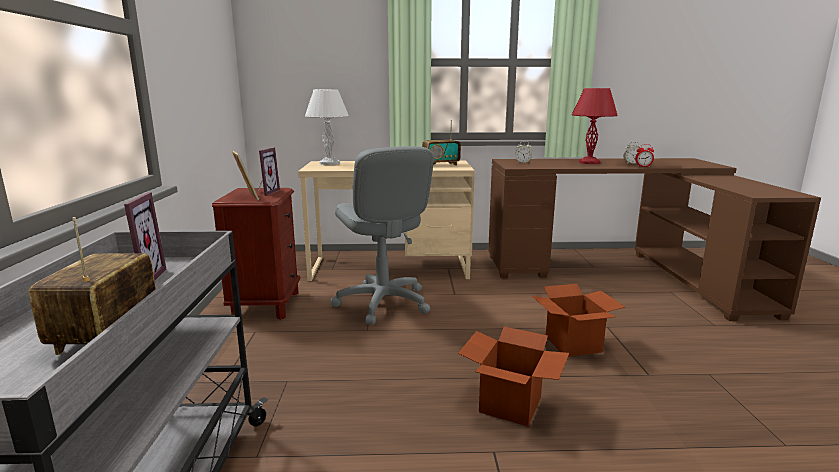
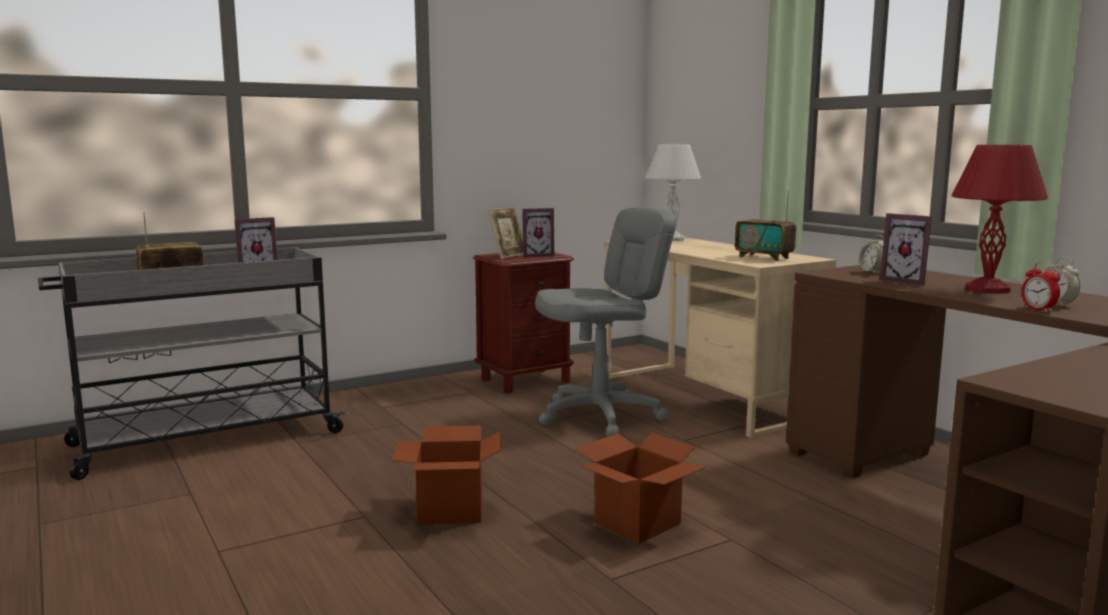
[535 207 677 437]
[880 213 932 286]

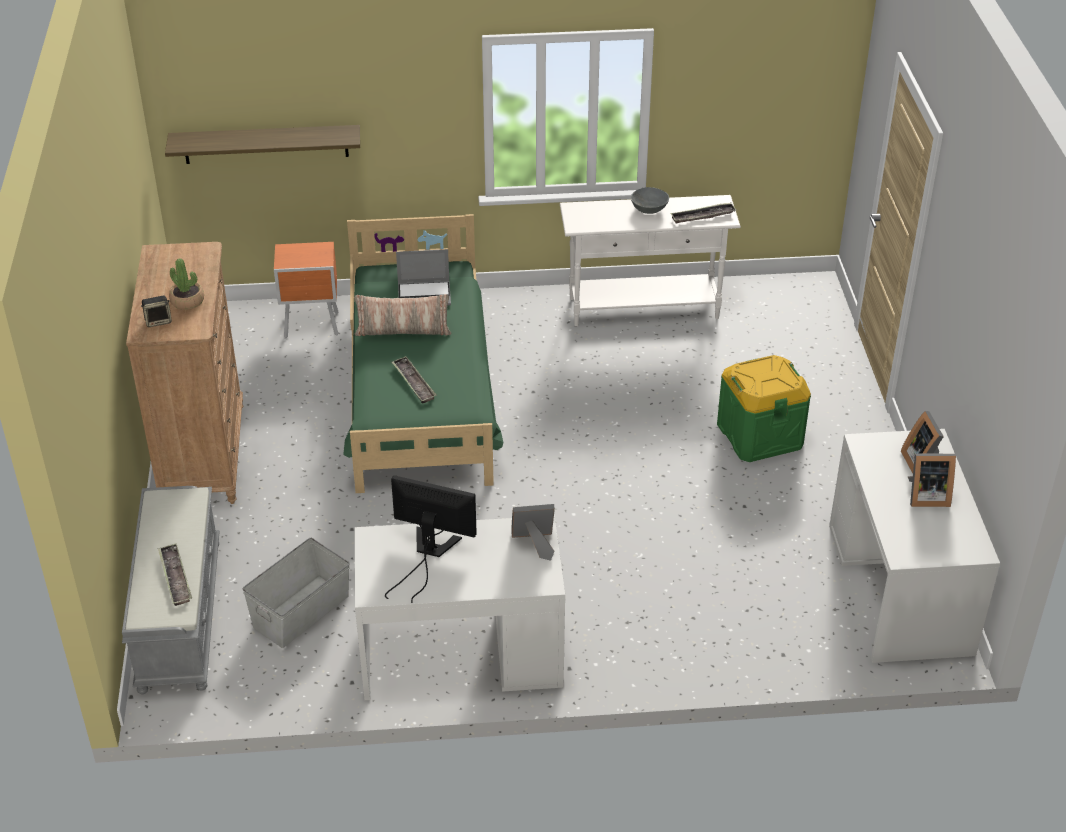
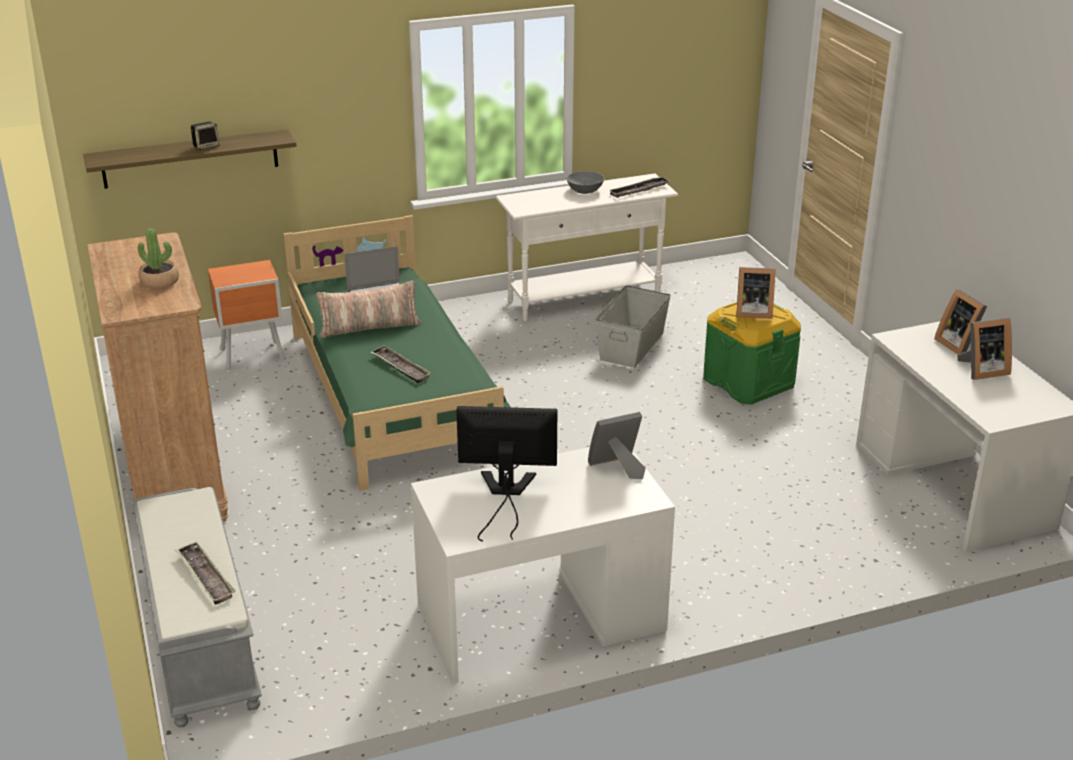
[191 121 220 150]
[595 285 671 368]
[736 267 776 319]

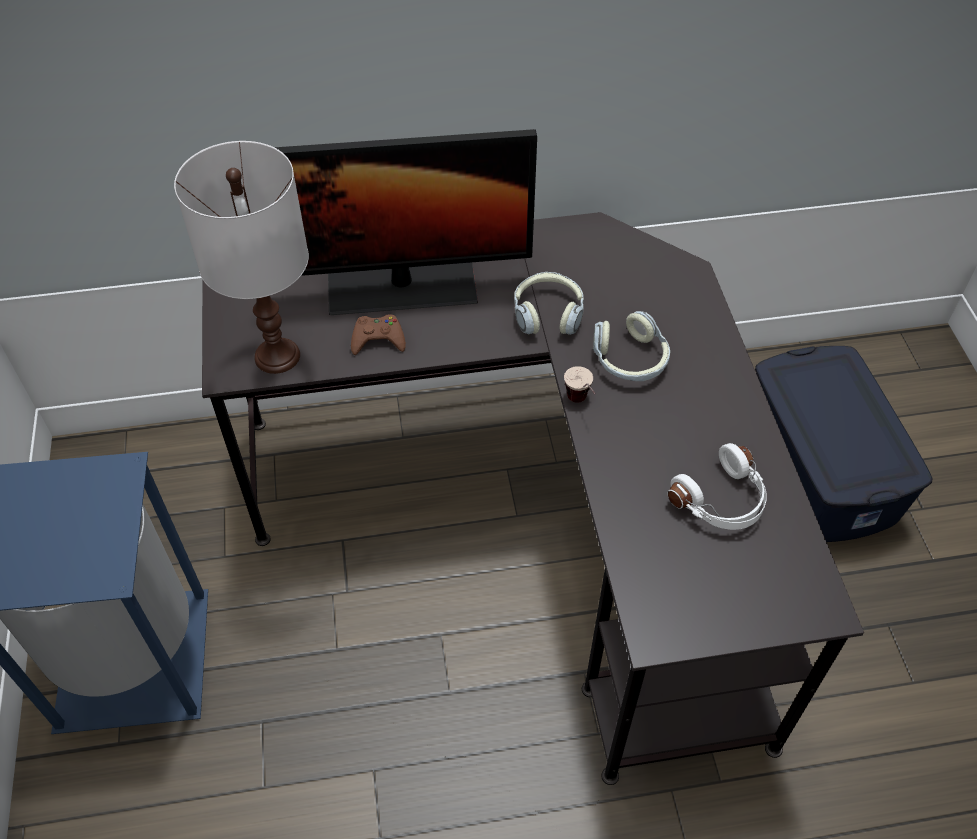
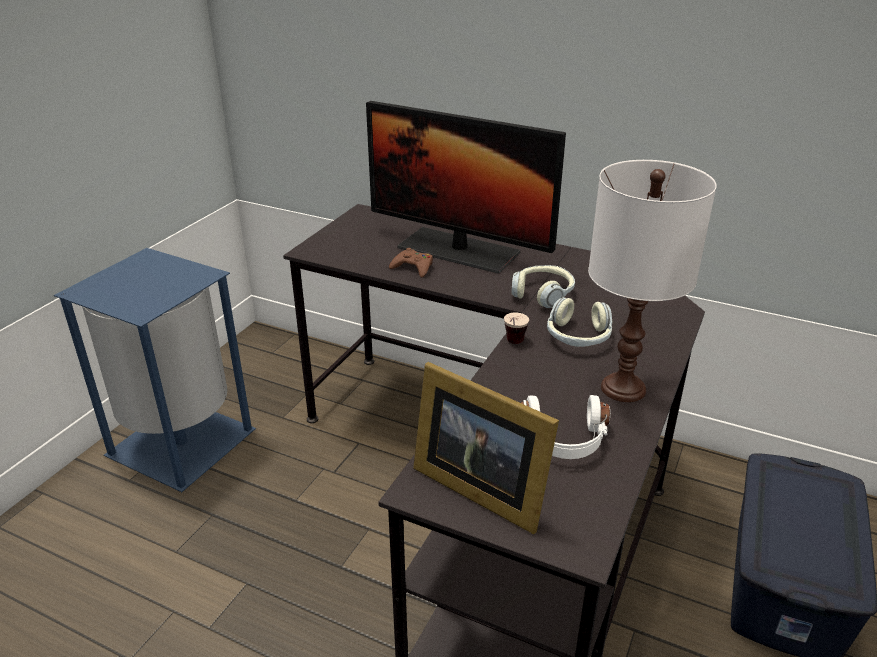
[588 160 717 402]
[413 362 559 534]

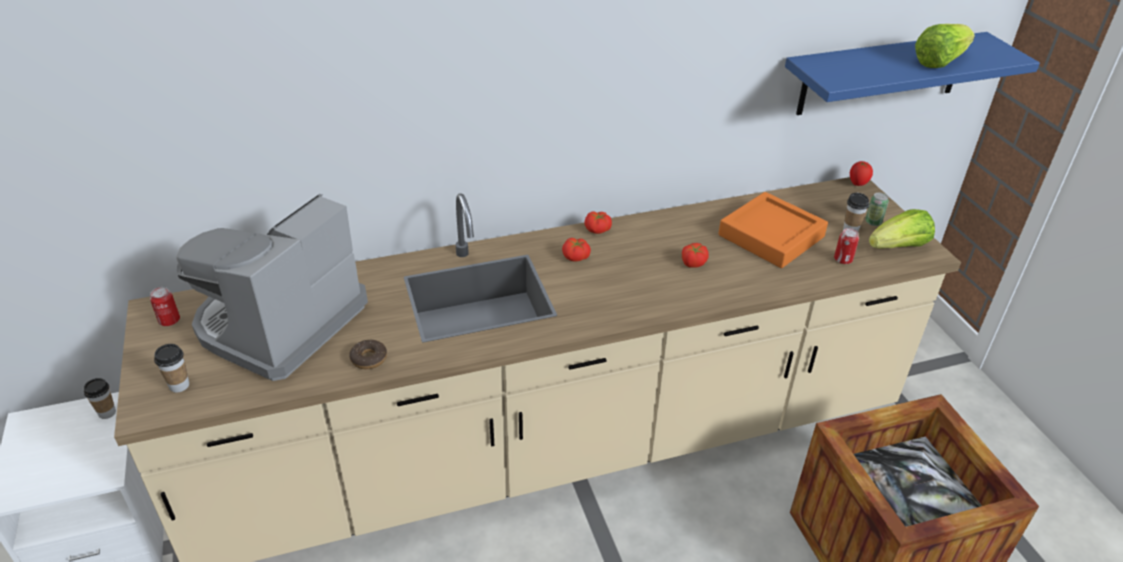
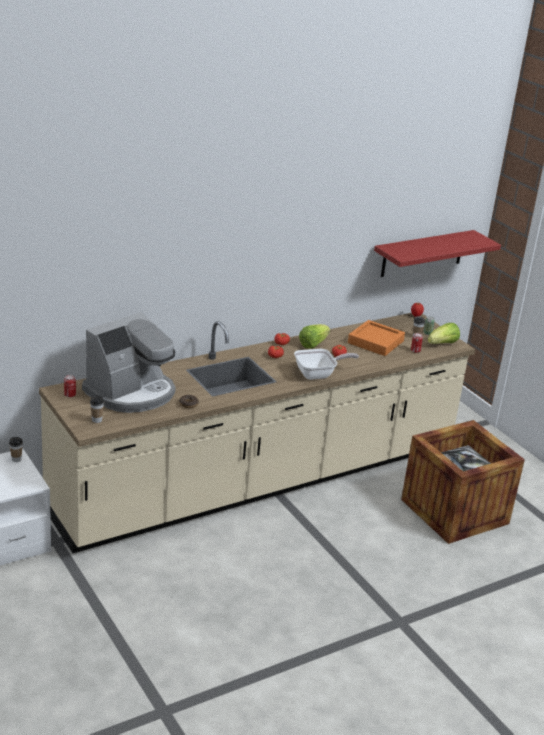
[299 324 330 349]
[374 230 501 277]
[82 312 176 413]
[294 349 359 380]

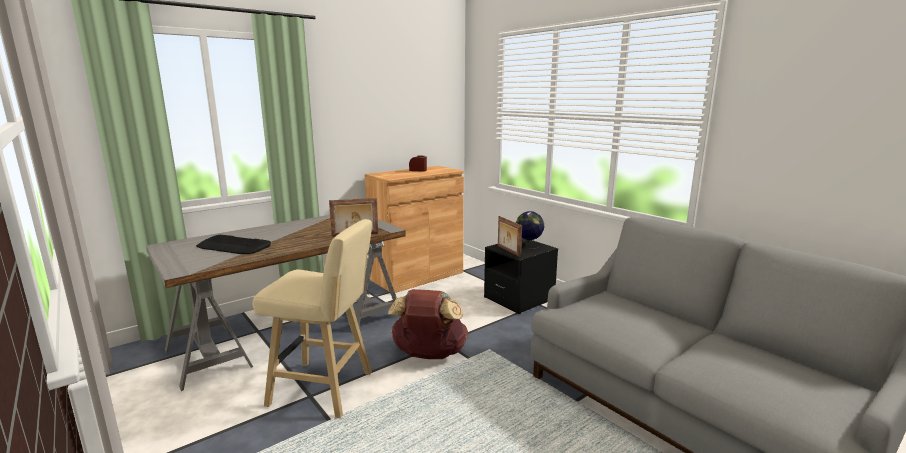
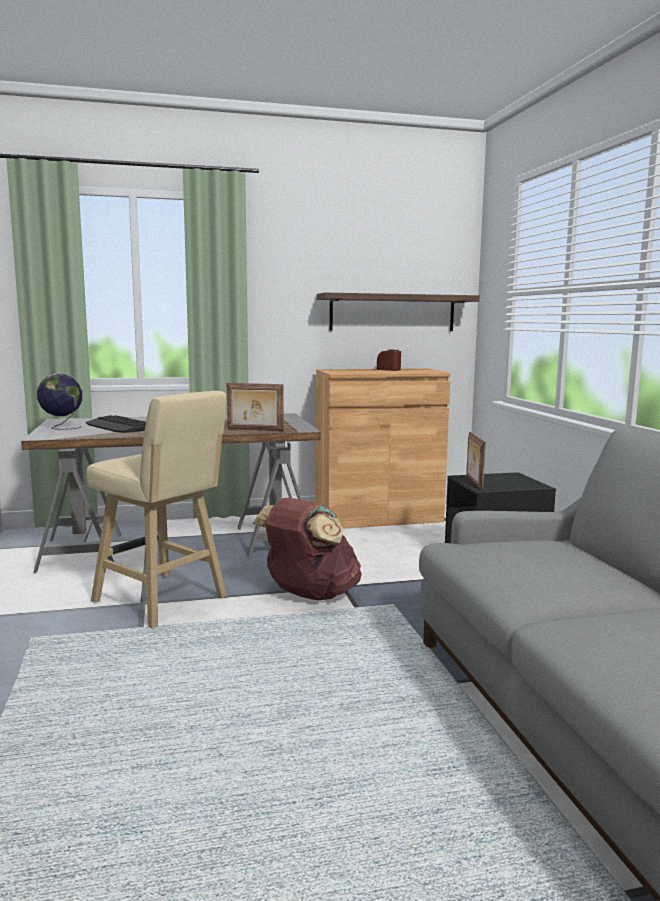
[37 374 82 430]
[317 293 480 331]

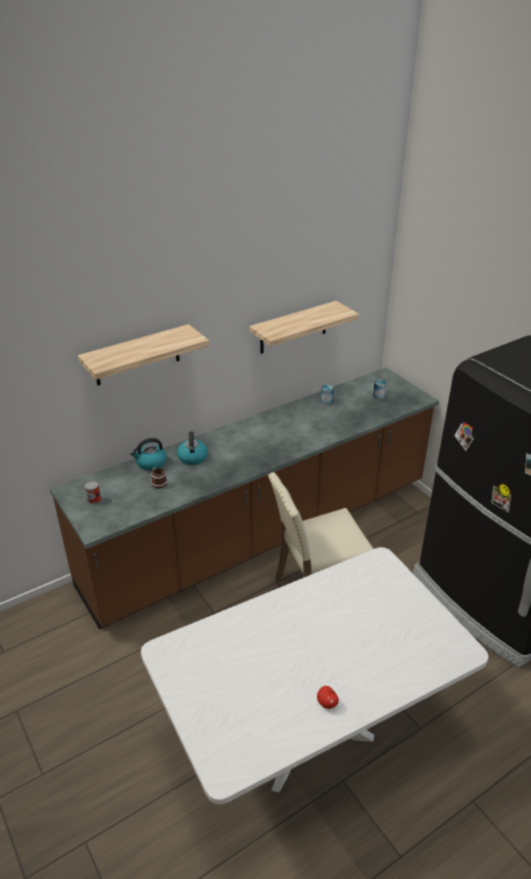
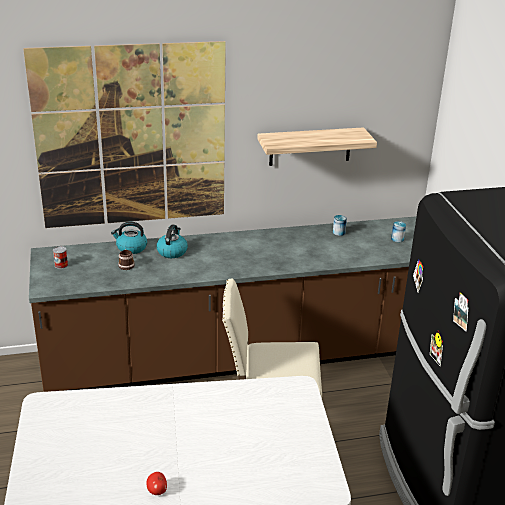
[23 41 226 228]

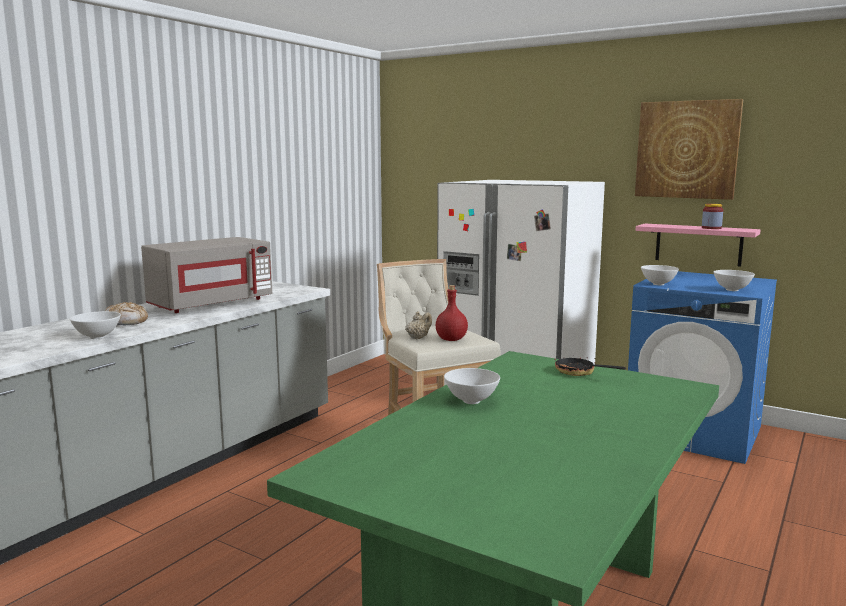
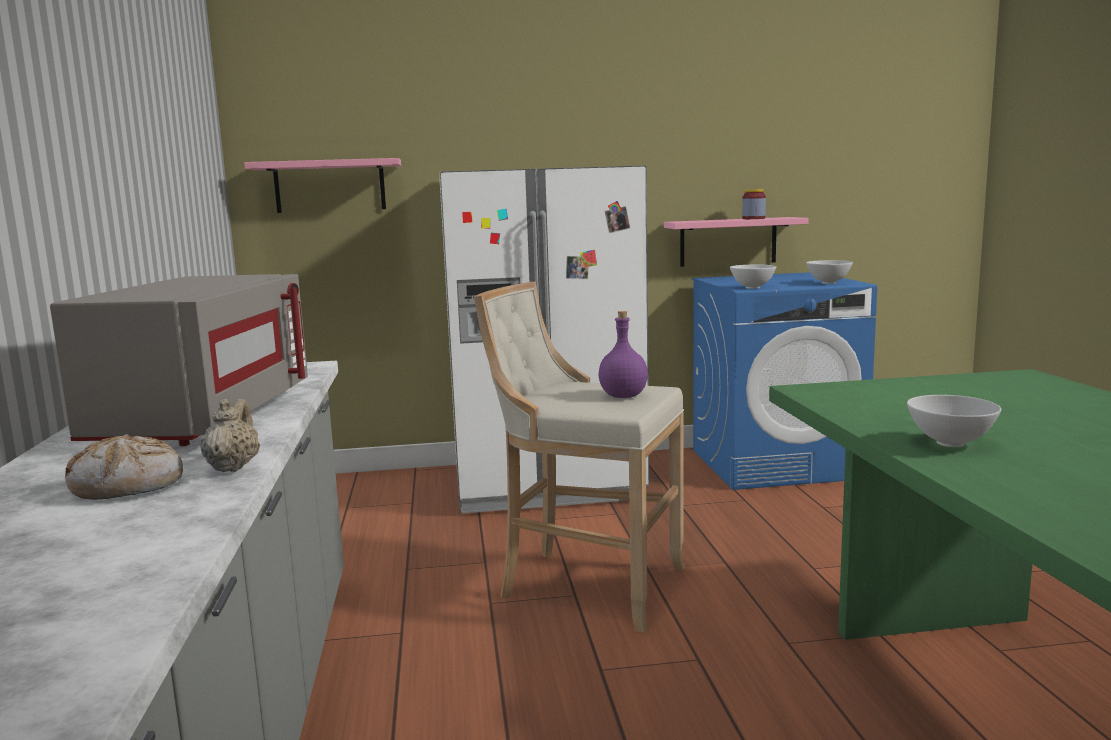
[635 99 743 200] (first image)
[599 311 648 398]
[70 311 121 339] (first image)
[200 399 260 472]
[554 352 626 376] (first image)
[244 158 401 213]

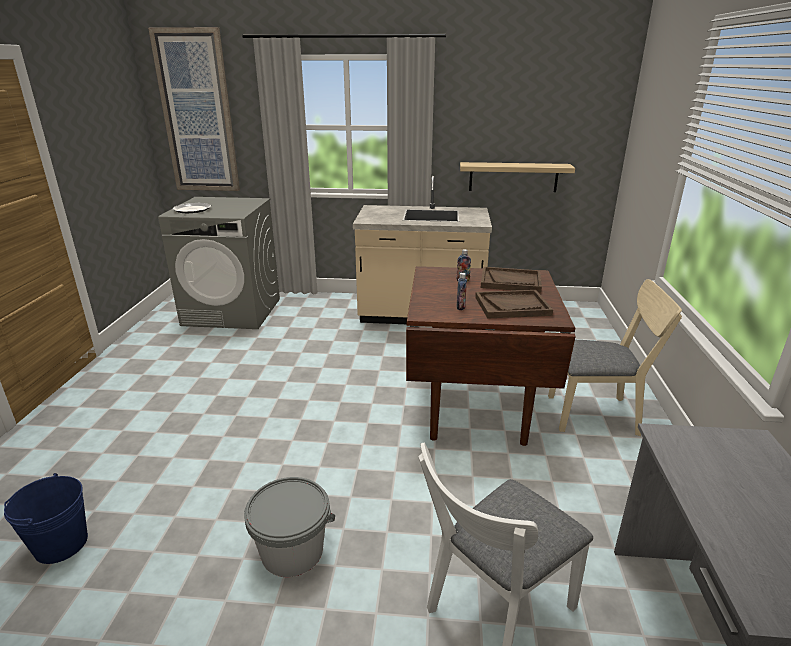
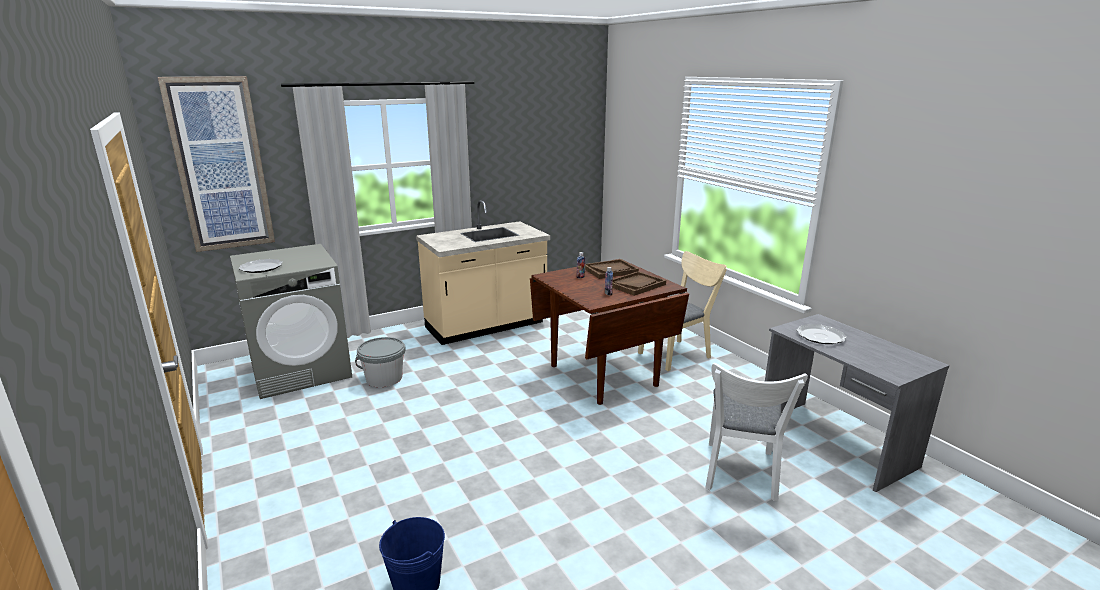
[460 162 575 192] (first image)
[355 337 406 387]
[796 324 847 344]

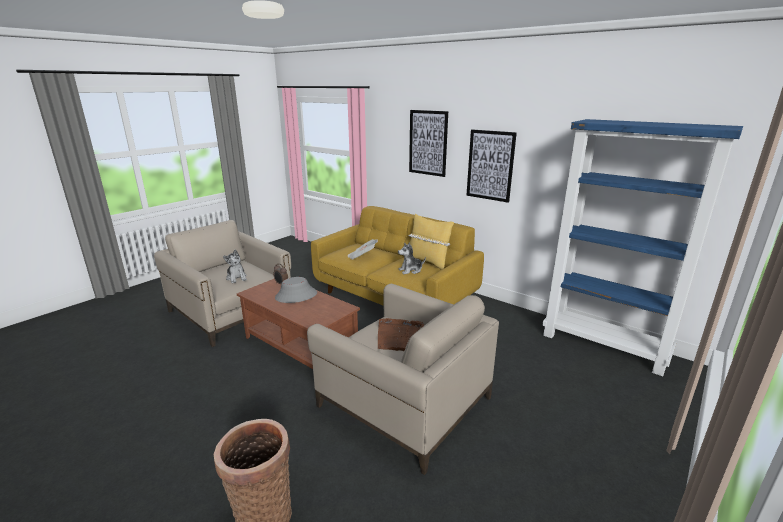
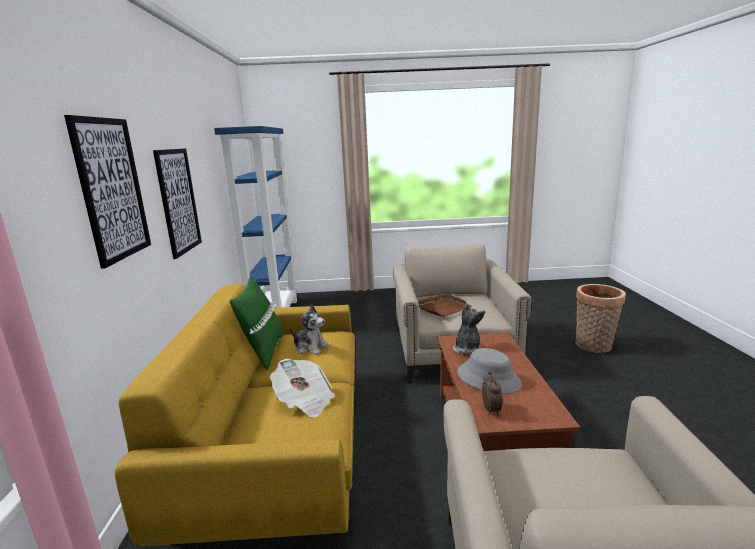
[230 276 284 370]
[453 303 485 354]

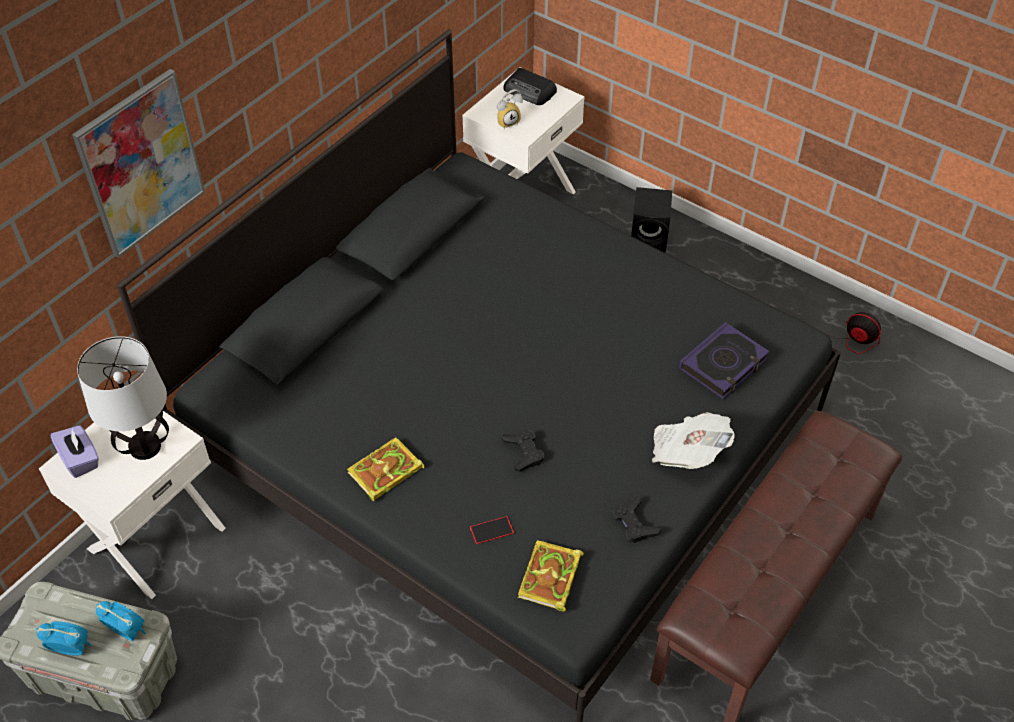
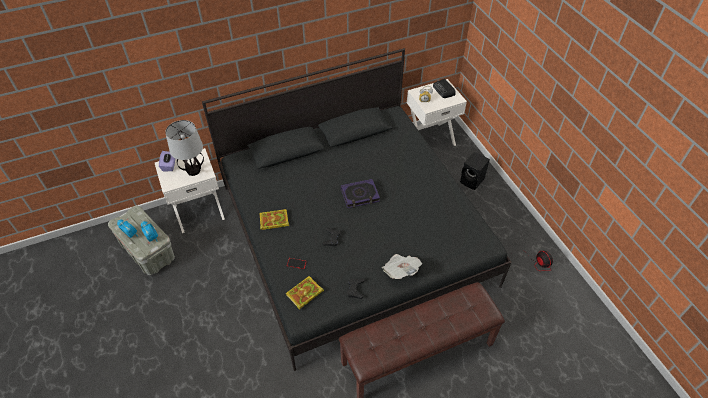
[72 69 205 258] (first image)
[341 179 380 208]

